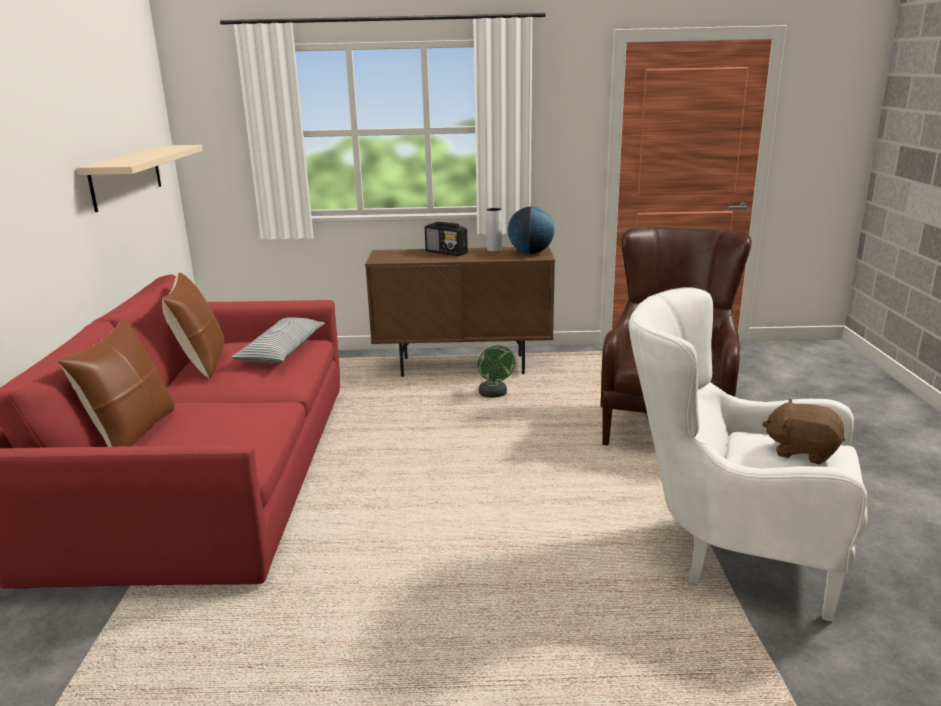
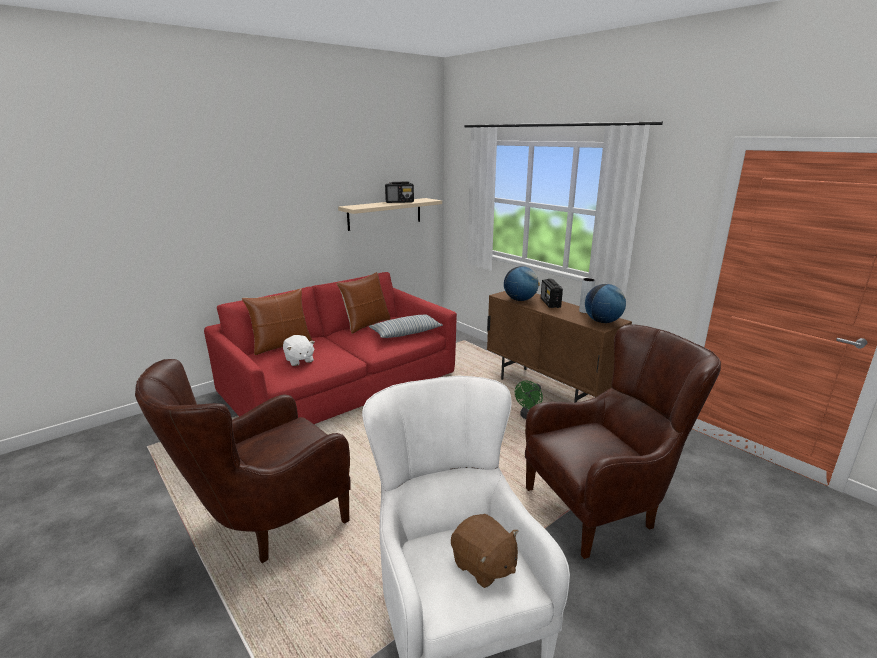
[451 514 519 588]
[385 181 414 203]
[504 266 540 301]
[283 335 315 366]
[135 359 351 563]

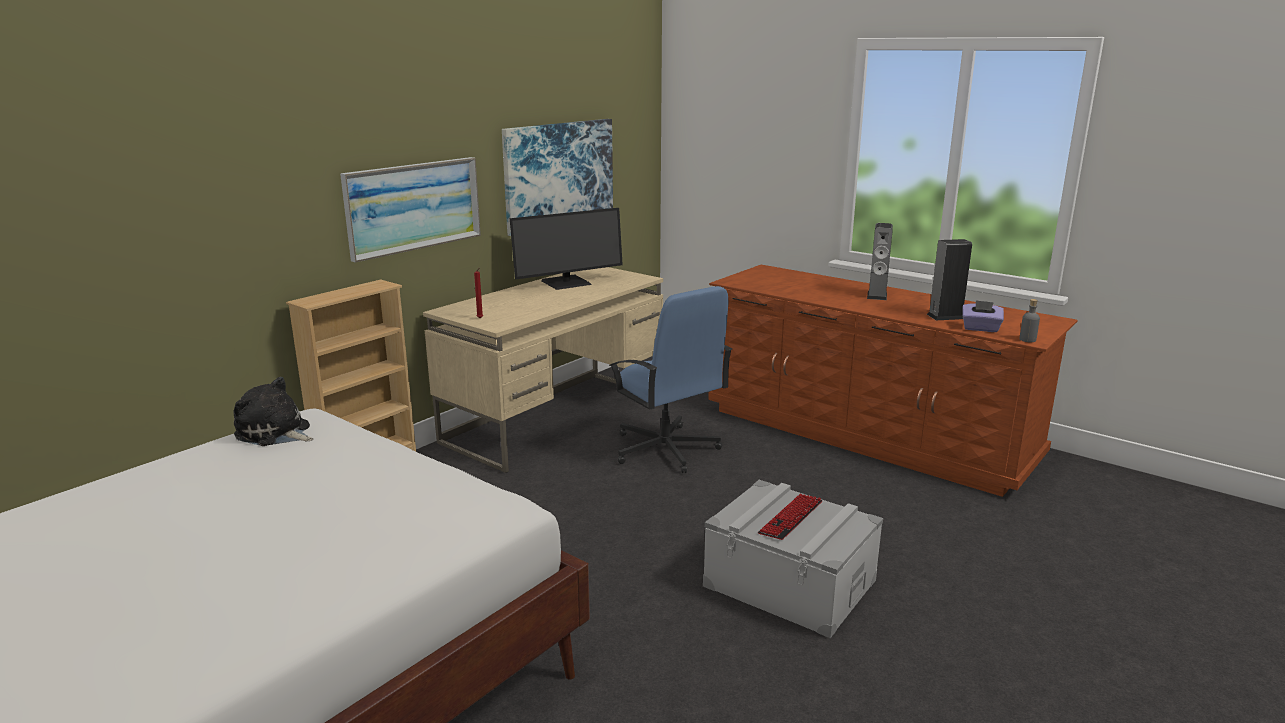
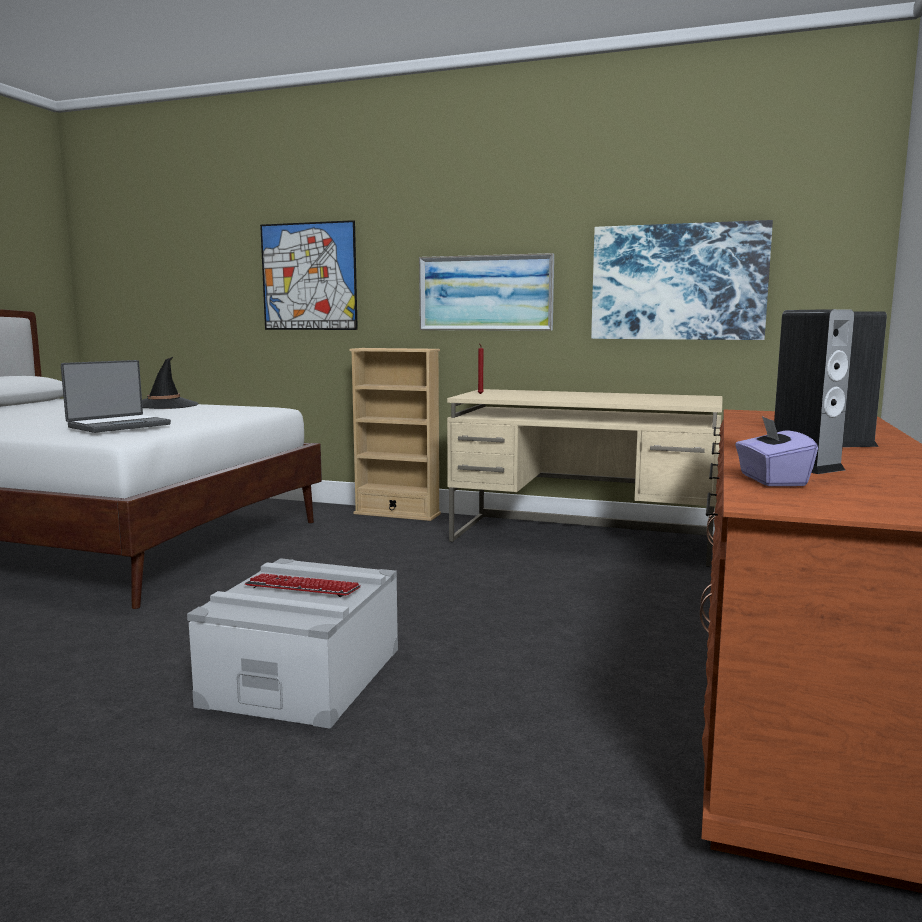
[510 208 623 290] (first image)
[609 286 732 473] (first image)
[1019 299 1040 342] (first image)
[233 377 314 446] (first image)
[260 220 358 330]
[142 357 199 409]
[61 360 171 433]

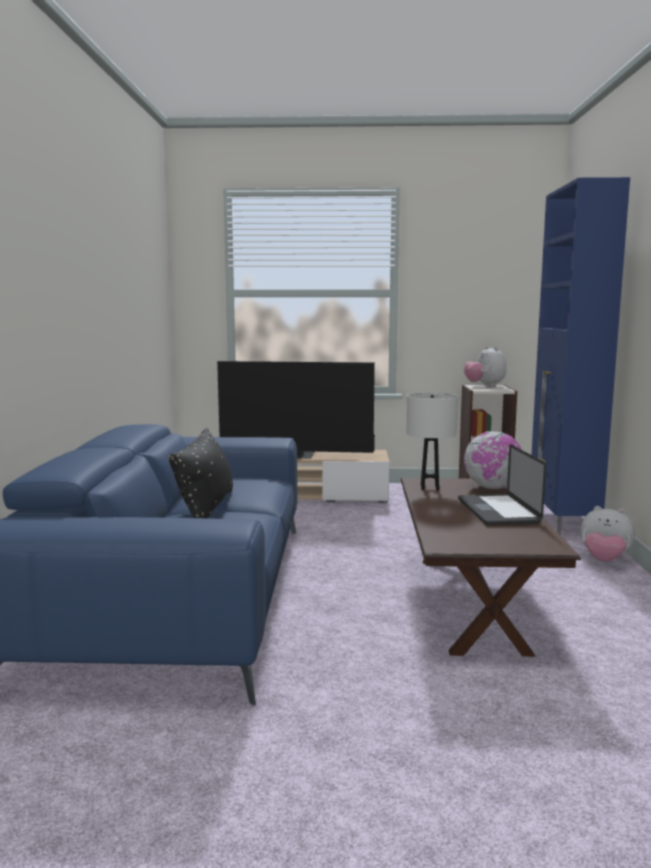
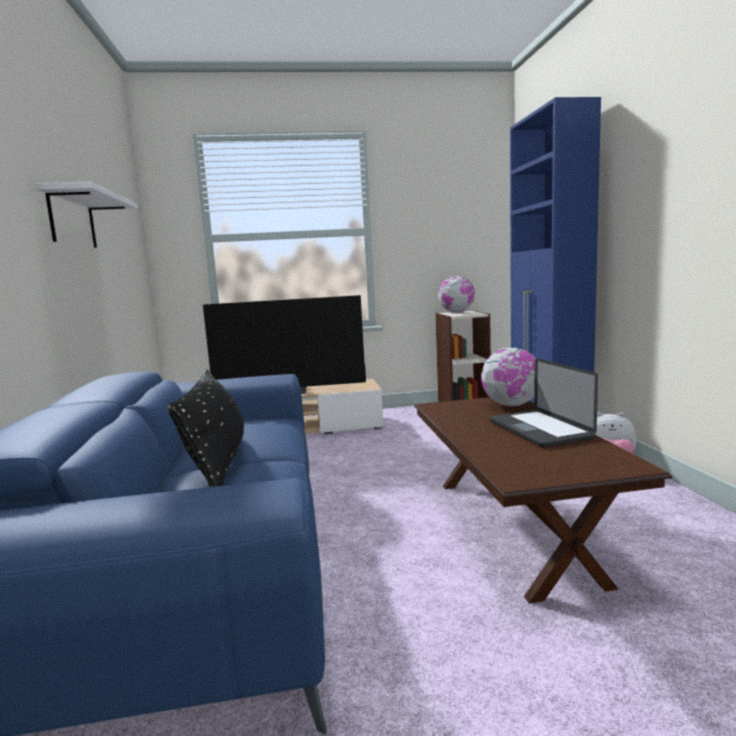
[438 276 475 313]
[407 393 458 490] (first image)
[35 182 138 248]

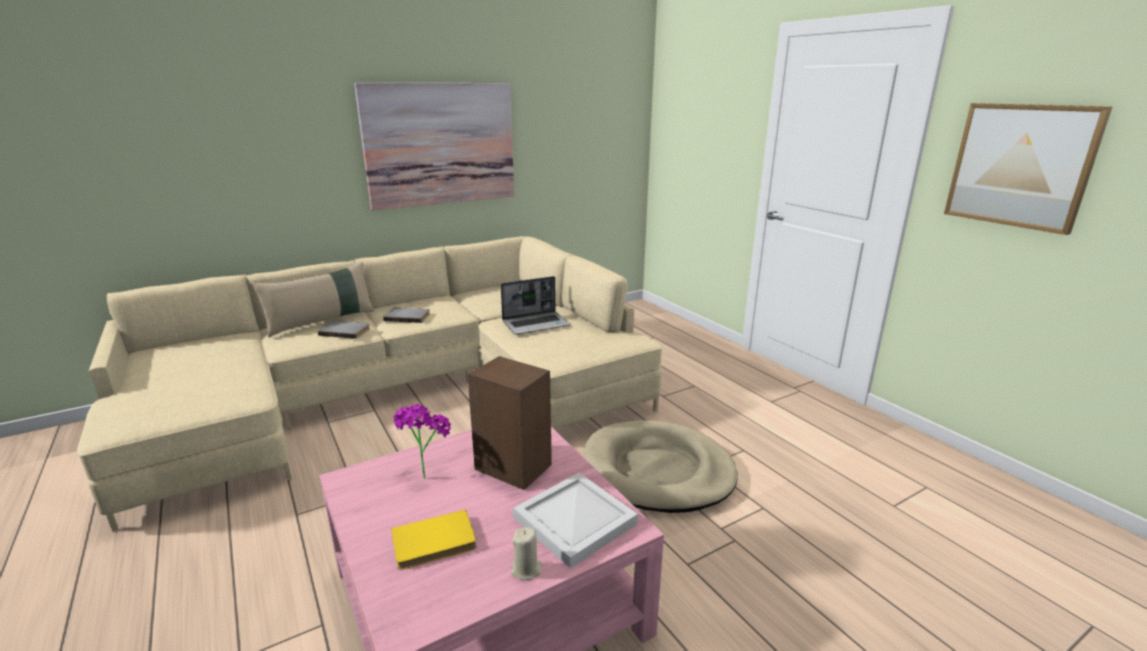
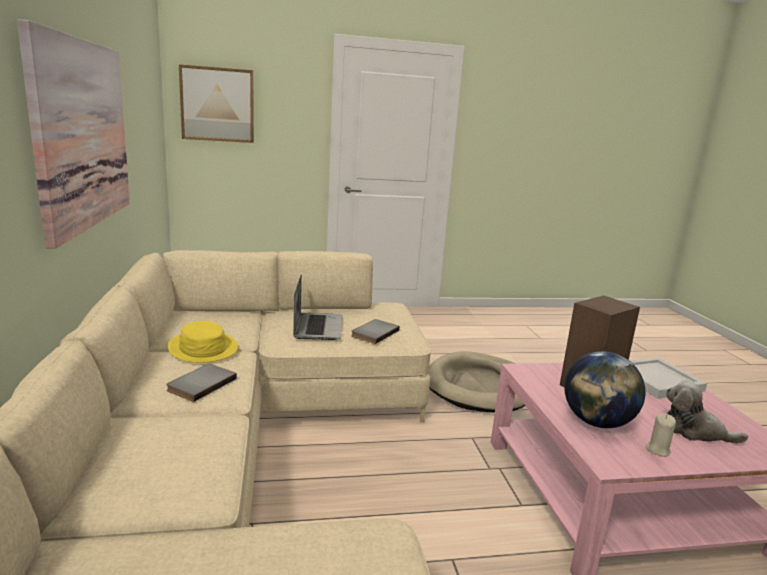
[179 64 254 143]
[252 262 375 337] (first image)
[351 319 400 344]
[564 351 646 428]
[666 380 748 444]
[646 413 676 457]
[168 321 238 363]

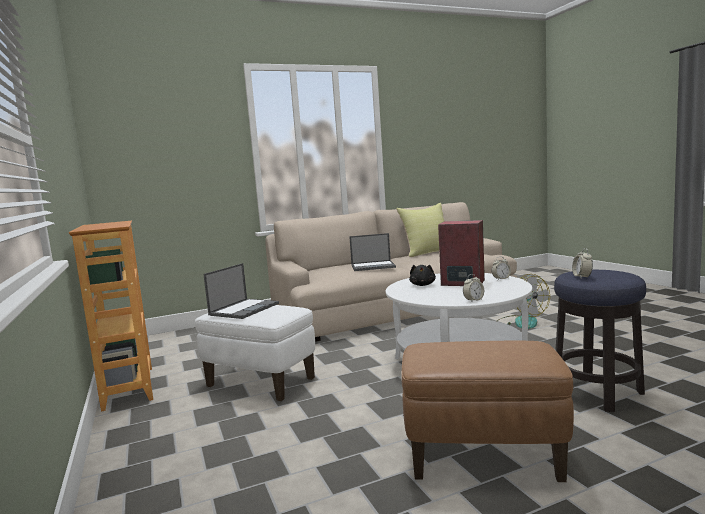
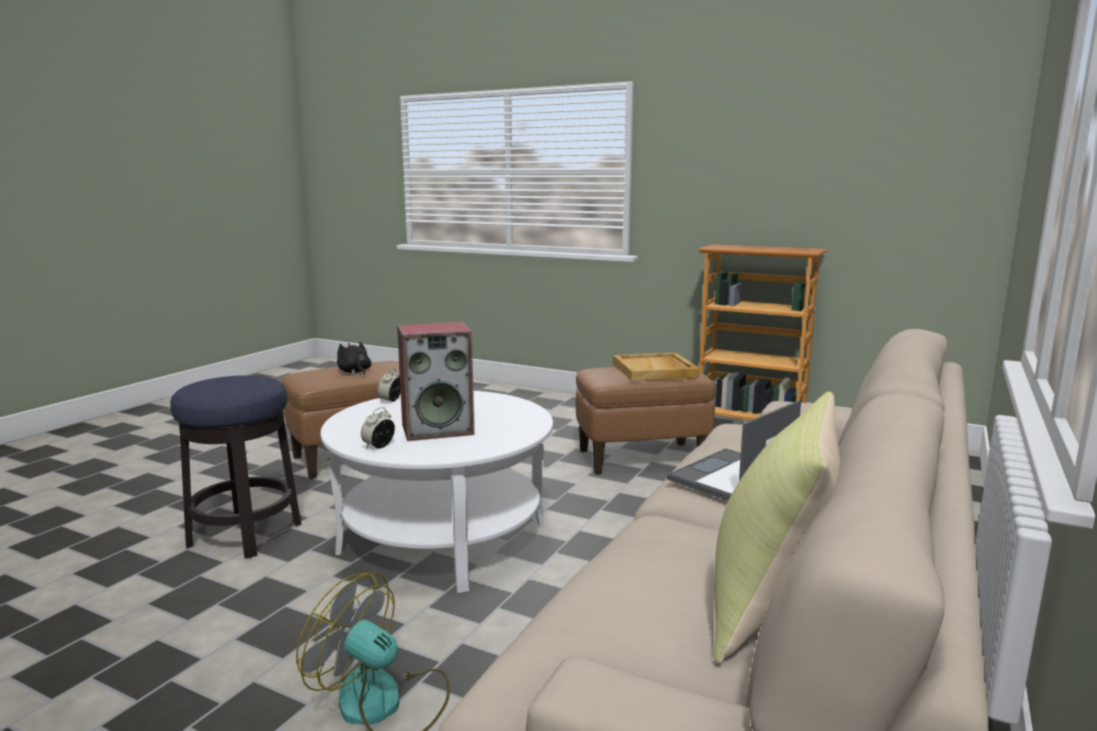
[572 248 593 278] (first image)
[613 352 700 381]
[337 341 371 375]
[576 367 716 475]

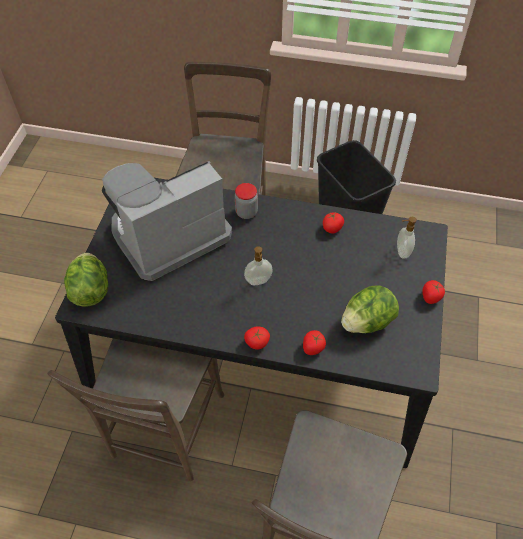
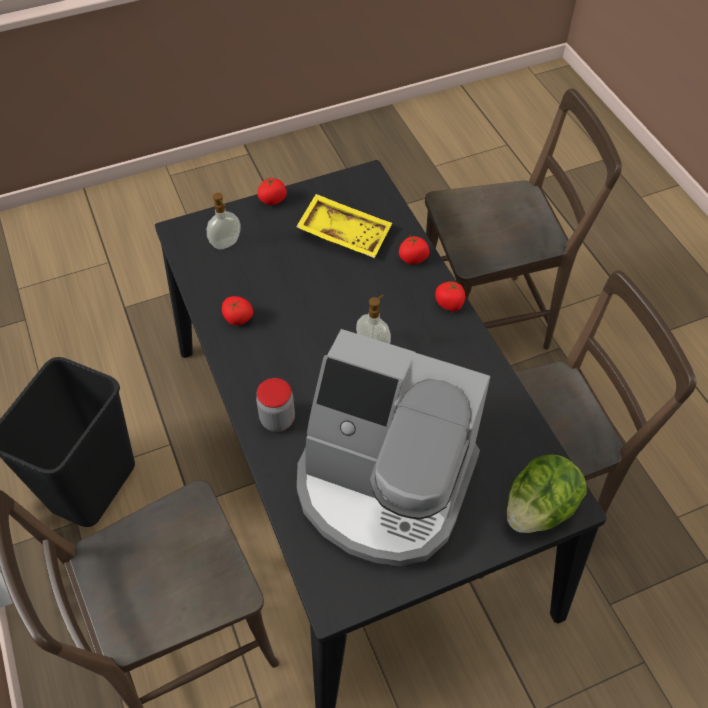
[296 194 392 258]

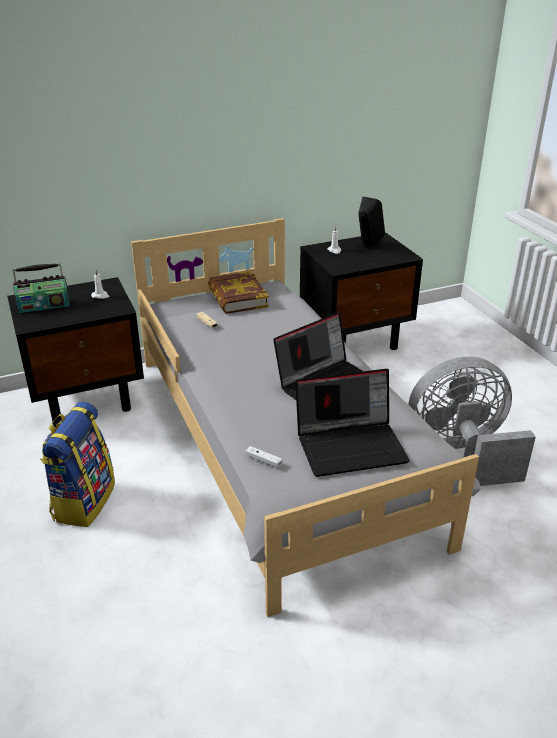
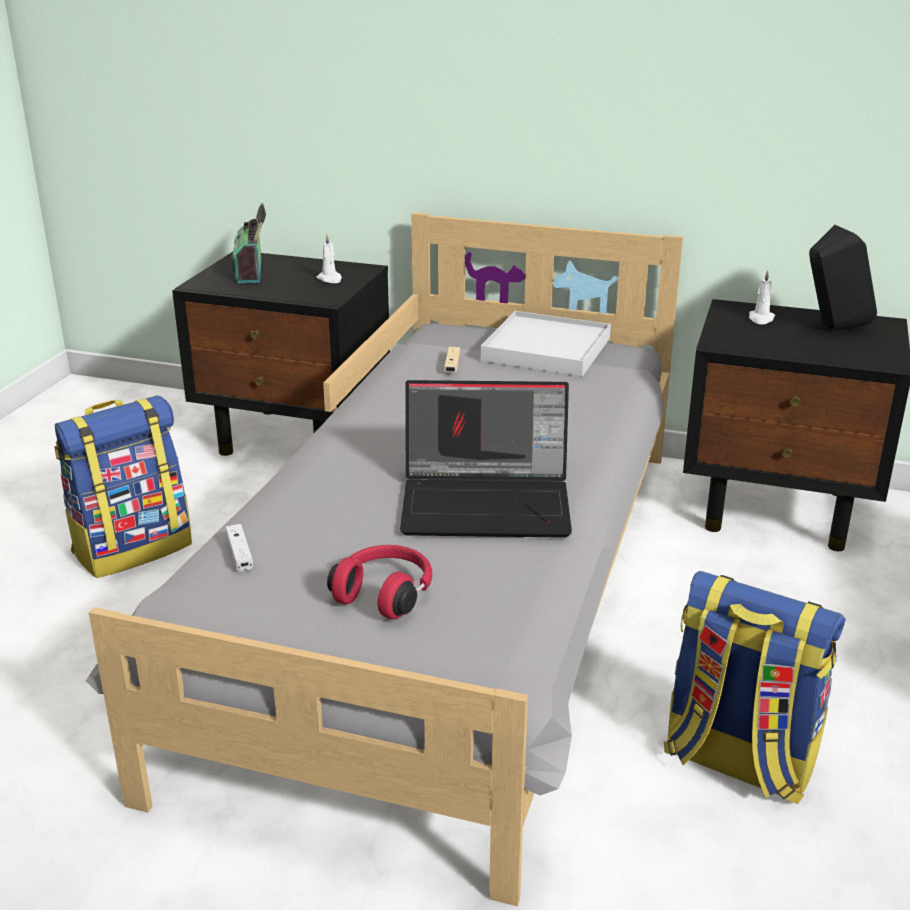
[231 203 266 283]
[481 311 611 377]
[664 571 846 804]
[327 545 432 619]

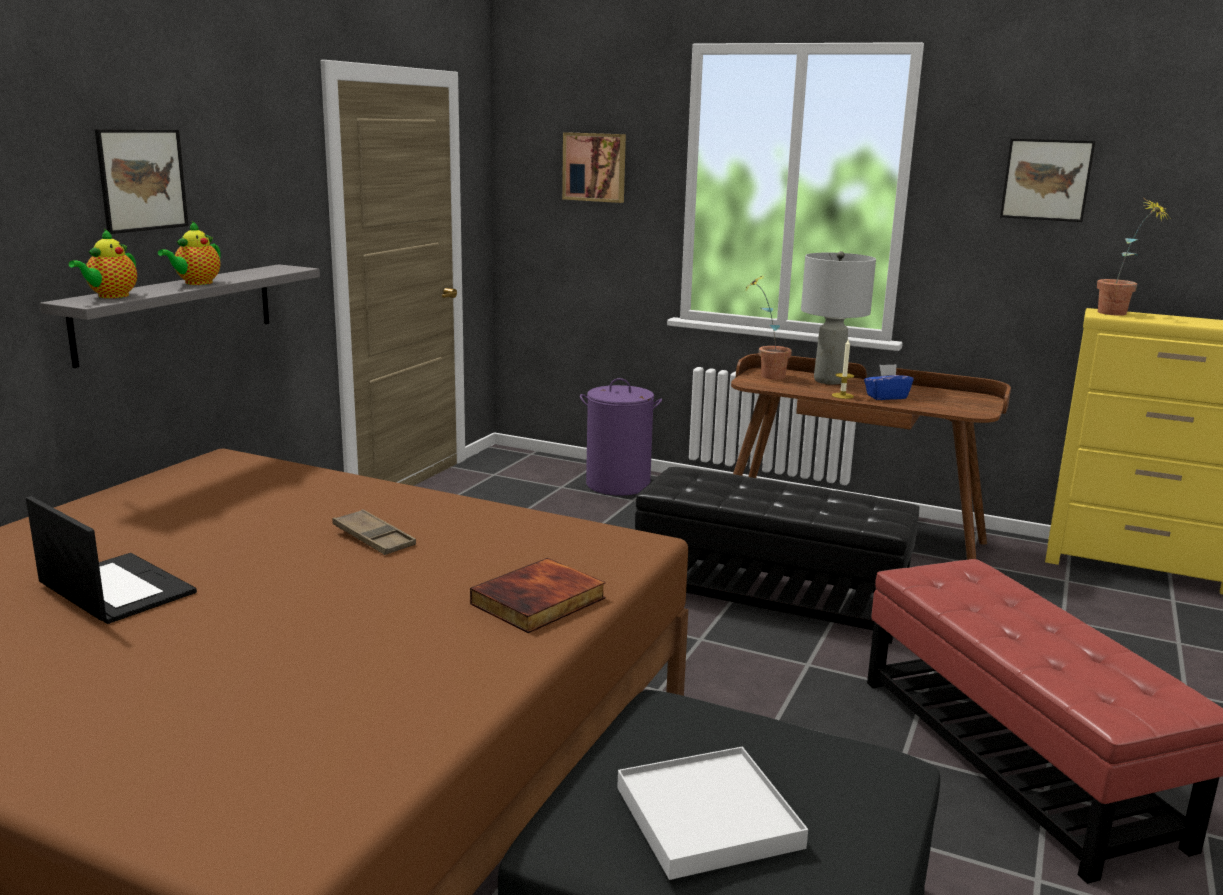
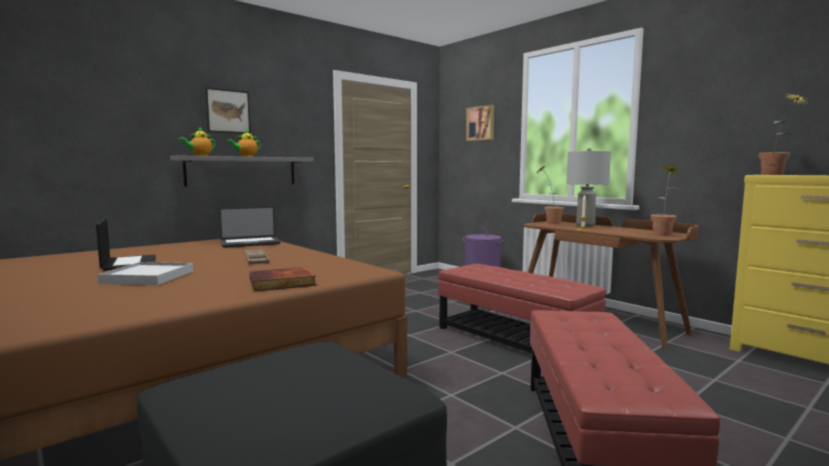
[1000 138 1095 222] (first image)
[864 364 913 400] (first image)
[438 264 606 353]
[98 262 193 285]
[651 165 681 236]
[219 206 281 248]

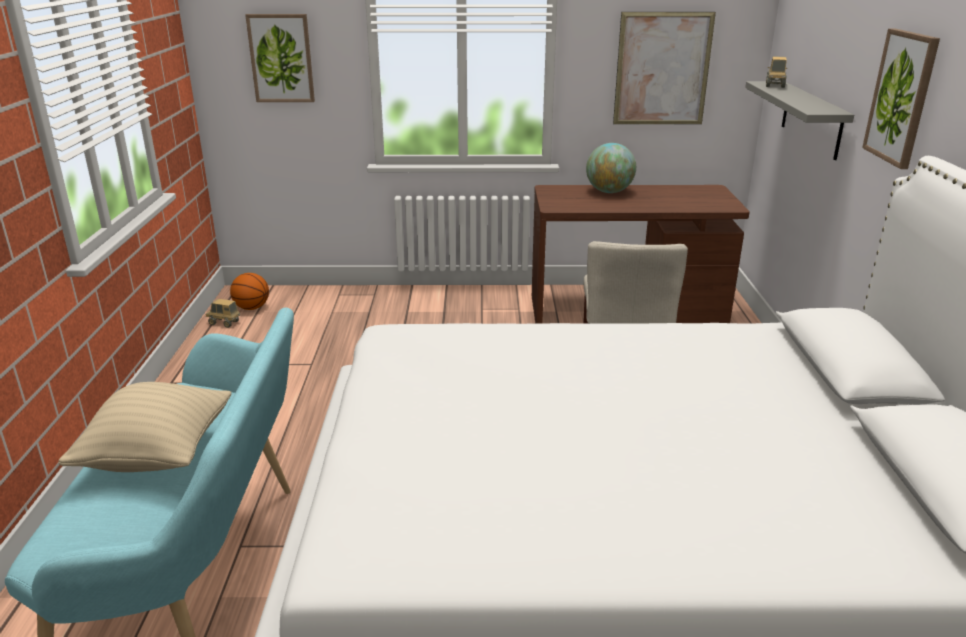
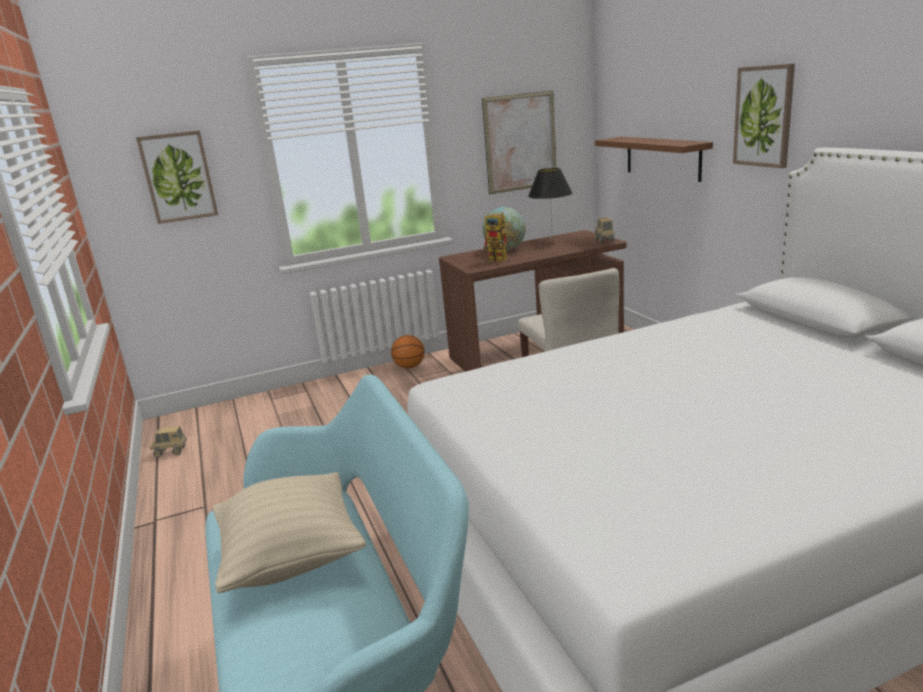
[595 218 614 243]
[595 137 713 182]
[391 335 425 369]
[528 168 573 240]
[483 212 516 262]

